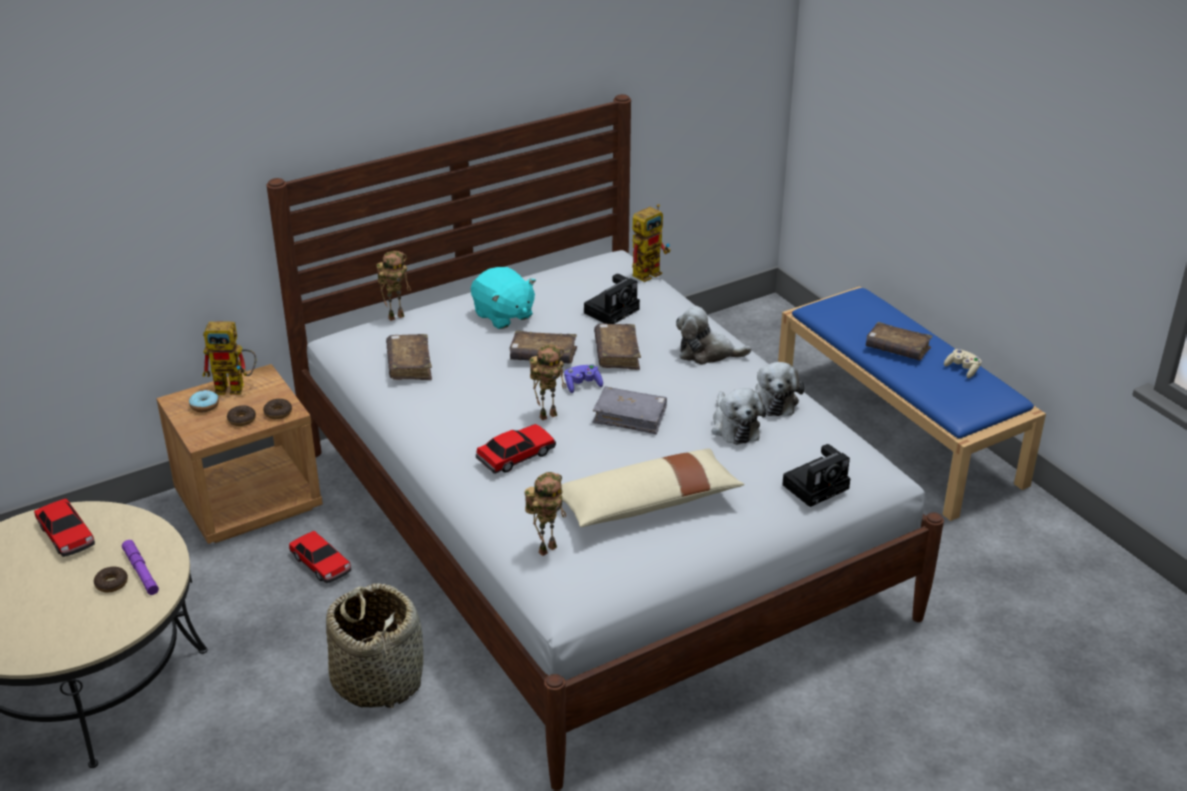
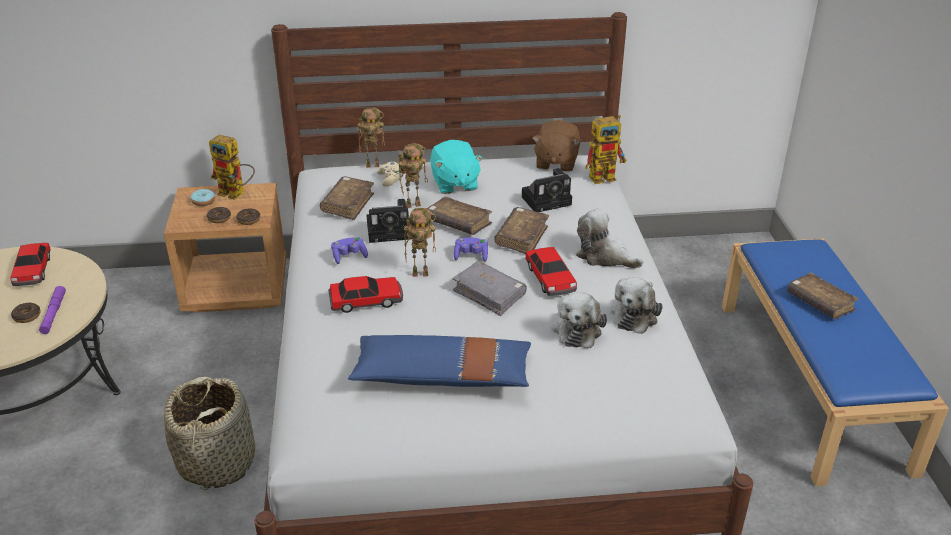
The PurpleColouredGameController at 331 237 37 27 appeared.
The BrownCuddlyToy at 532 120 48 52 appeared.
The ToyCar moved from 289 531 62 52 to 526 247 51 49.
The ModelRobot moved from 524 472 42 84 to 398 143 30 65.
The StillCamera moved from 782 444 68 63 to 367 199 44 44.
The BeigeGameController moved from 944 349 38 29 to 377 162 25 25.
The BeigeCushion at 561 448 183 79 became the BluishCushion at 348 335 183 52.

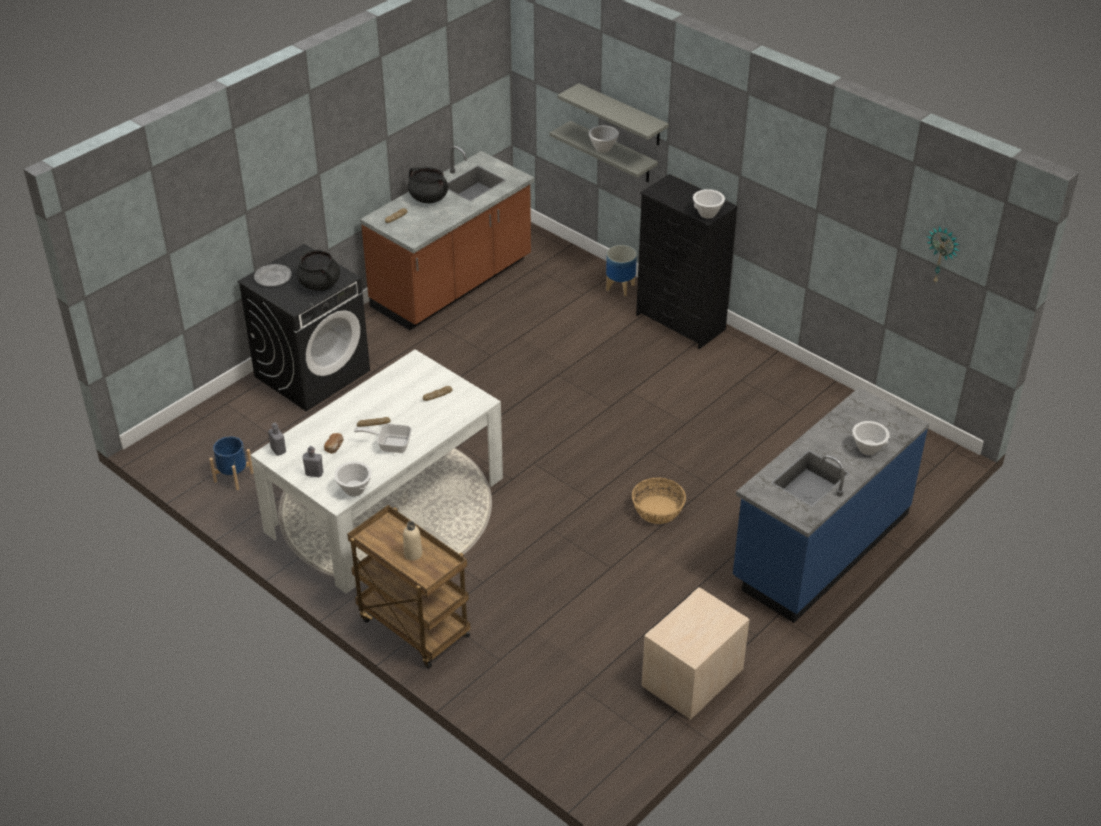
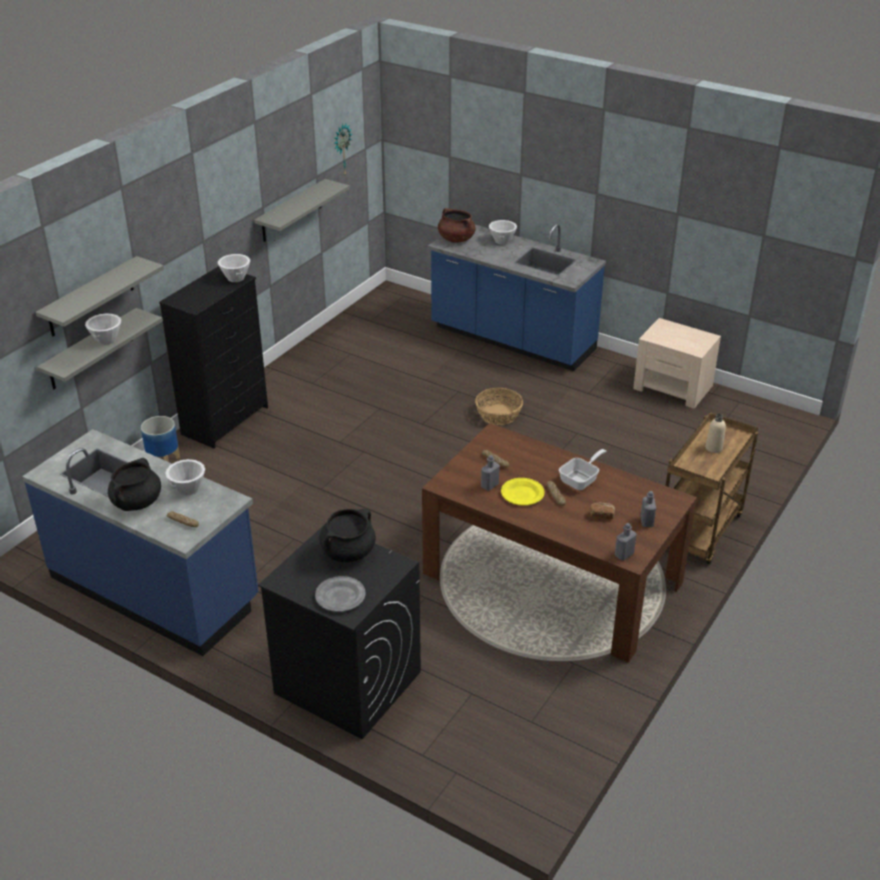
The BluishPlanter at 210 436 43 54 disappeared.
The GreyShelf at 254 179 96 63 appeared.
The BrownStockpot at 438 208 37 35 appeared.
The GreyDrinkBottle at 481 455 19 36 appeared.
The YellowishPlate at 501 478 44 27 appeared.
The WhitishServingBowl moved from 334 461 38 35 to 165 459 40 36.
The WhitishDinnerTable at 251 349 252 245 became the BrownDinnerTable at 422 423 275 240.
The BrownKitchenCounter at 360 146 174 184 became the BluishKitchenCounter at 22 429 237 227.
The FryingPan at 354 424 58 29 turned 135 degrees counterclockwise.

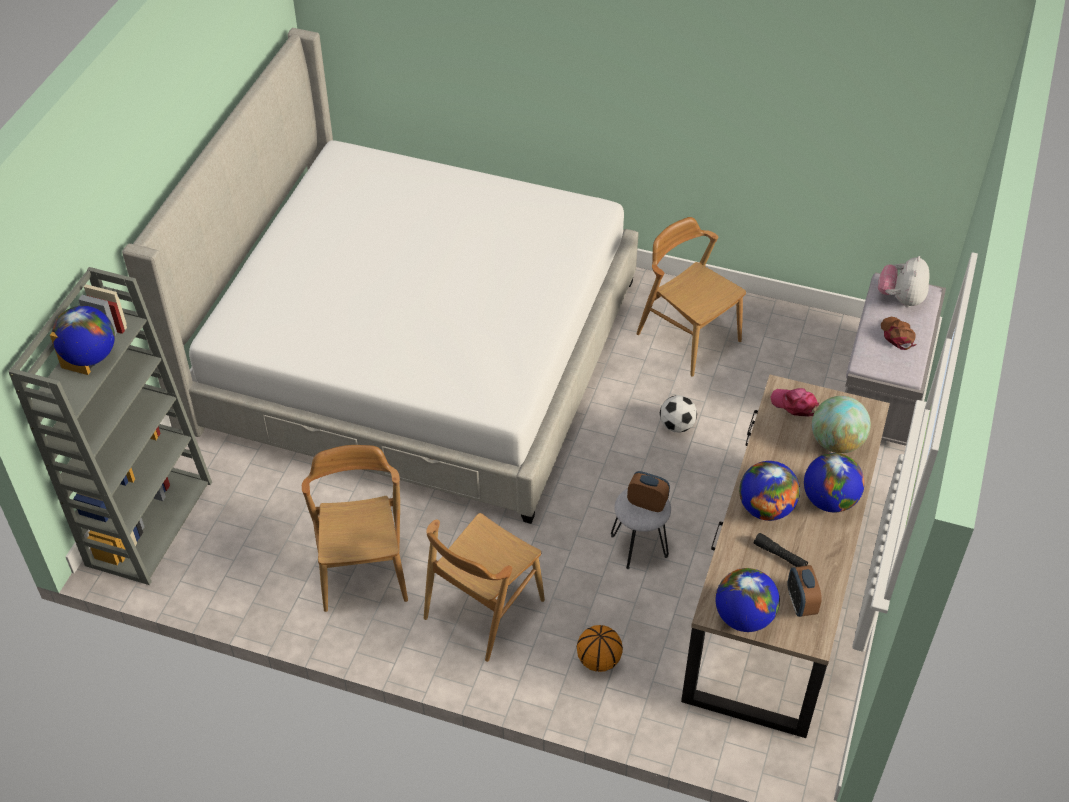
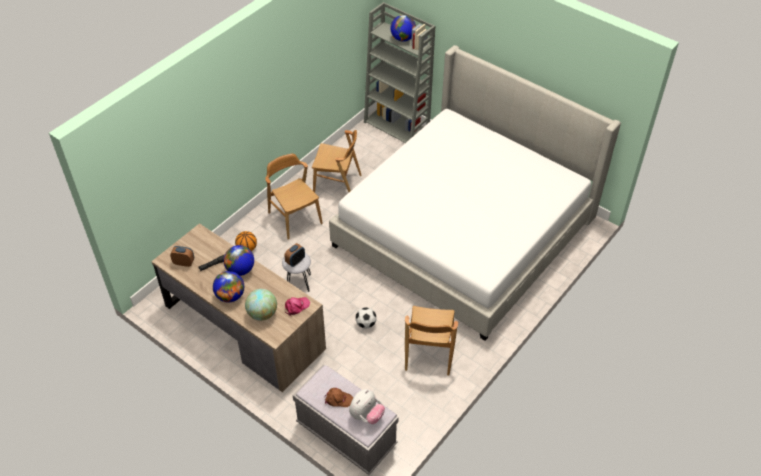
The Globe at 716 568 64 64 disappeared.
The BrownPlainChair at 636 217 110 160 turned 120 degrees clockwise.
The CuddlyToy at 878 256 51 51 turned 90 degrees clockwise.

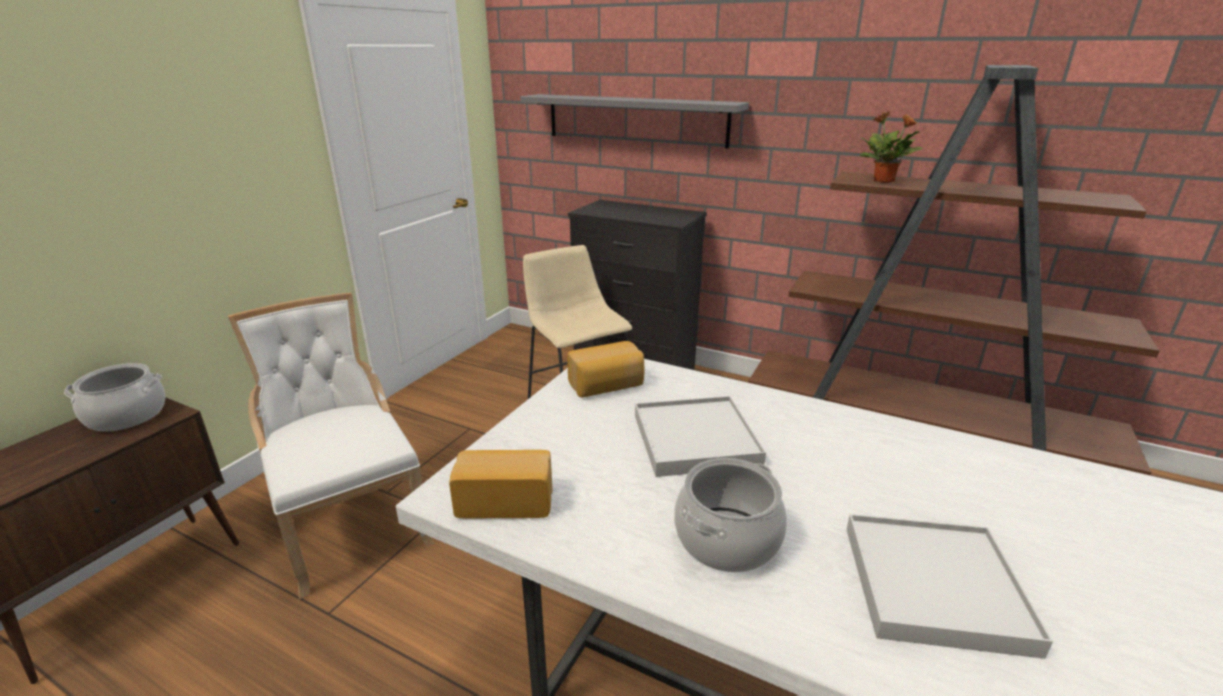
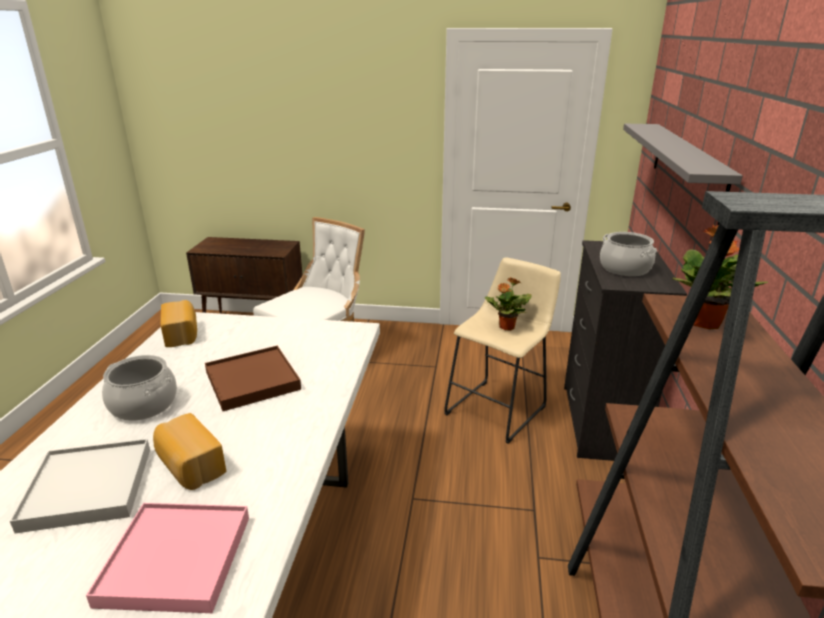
The PinkServingTray at 86 503 163 110 appeared.
The PlantInAPot at 485 277 47 54 appeared.
The Stockpot moved from 64 363 101 69 to 600 232 57 44.
The BakedBread moved from 567 341 77 56 to 153 413 73 77.
The WhitishServingTray at 635 396 131 81 became the BrownServingTray at 205 346 96 65.

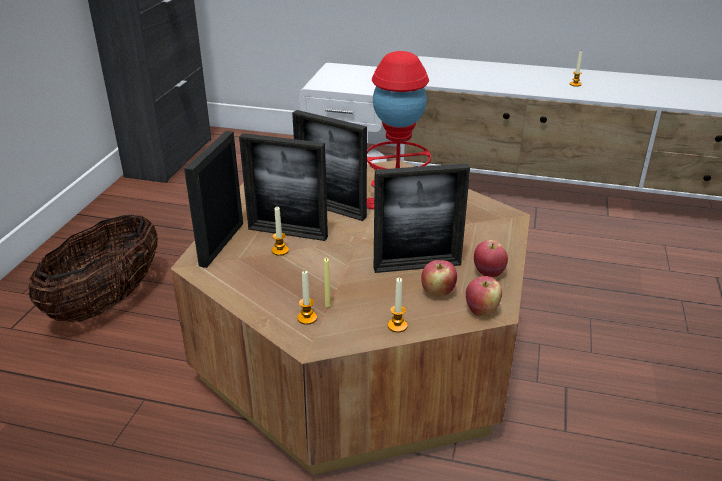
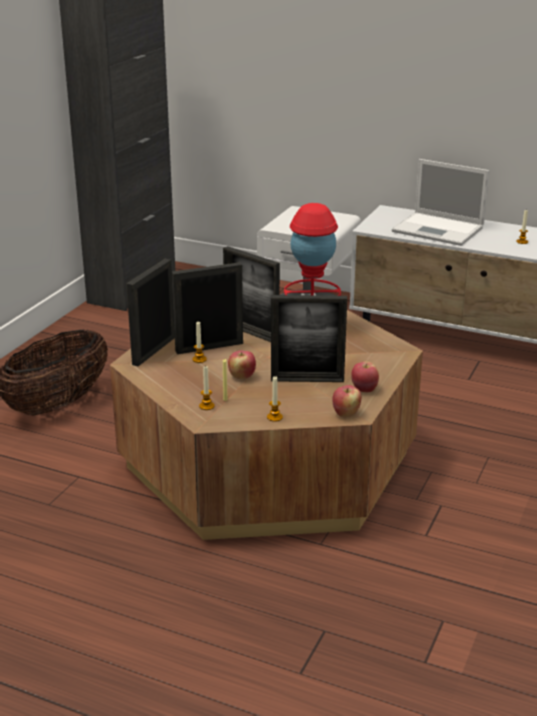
The PortableComputer at 392 159 98 87 appeared.
The Apple moved from 421 260 36 37 to 228 350 28 29.
The PhotoFrame at 239 133 89 108 turned 135 degrees clockwise.

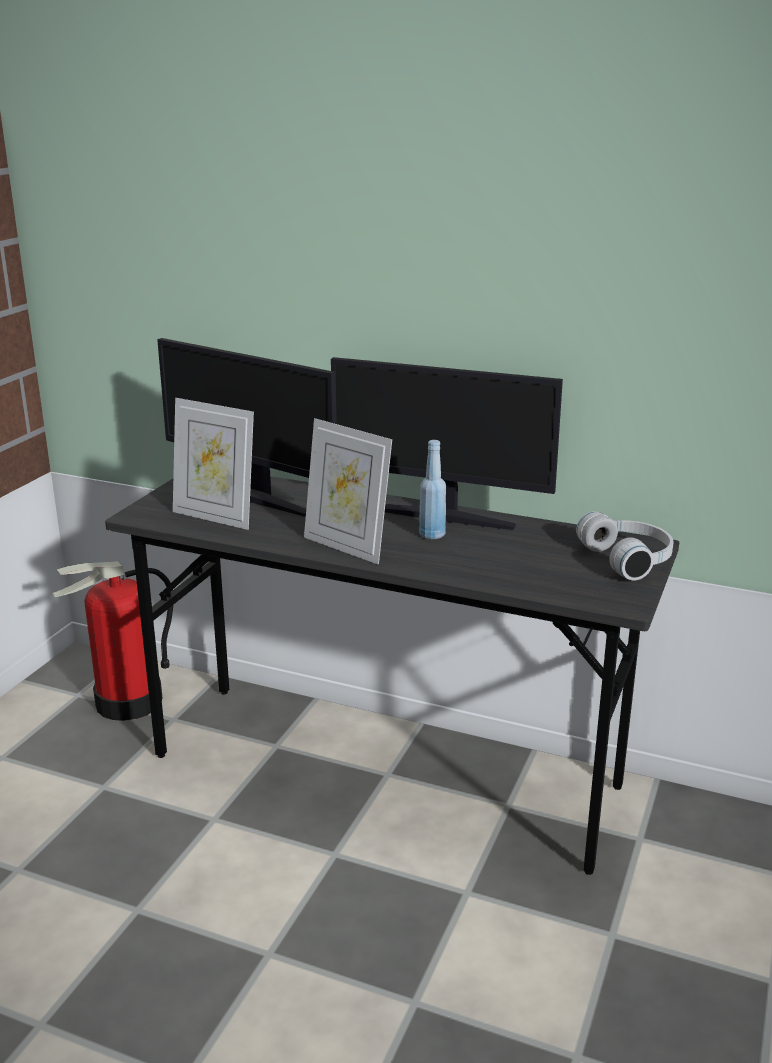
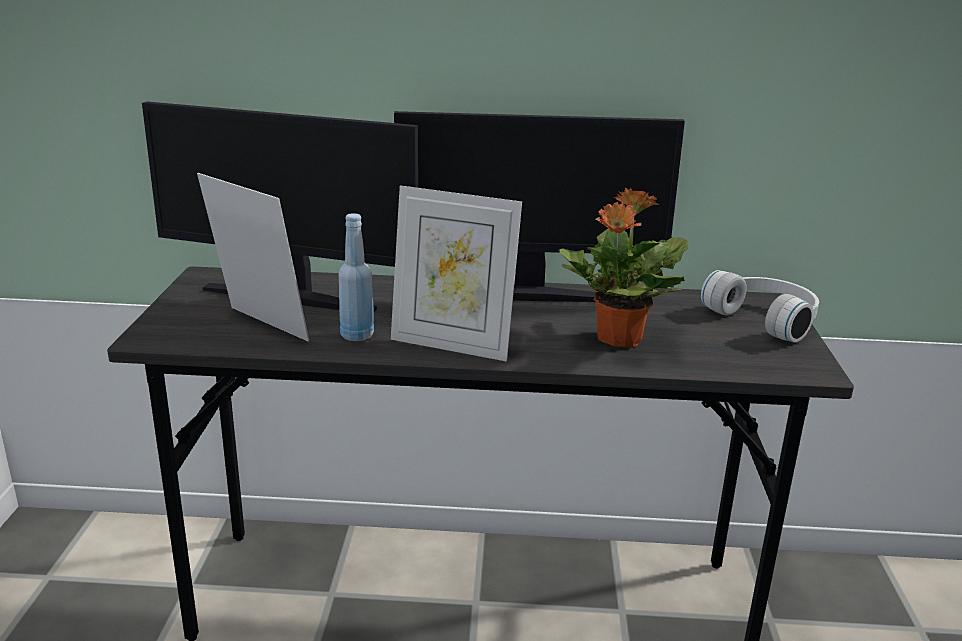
The FireFightingCylinder at 52 561 121 160 disappeared.
The PlantInAPot at 558 187 130 161 appeared.
The BluishDrinkBottle moved from 419 440 27 99 to 338 213 36 128.
The PhotoFrame at 173 398 81 132 turned 150 degrees counterclockwise.

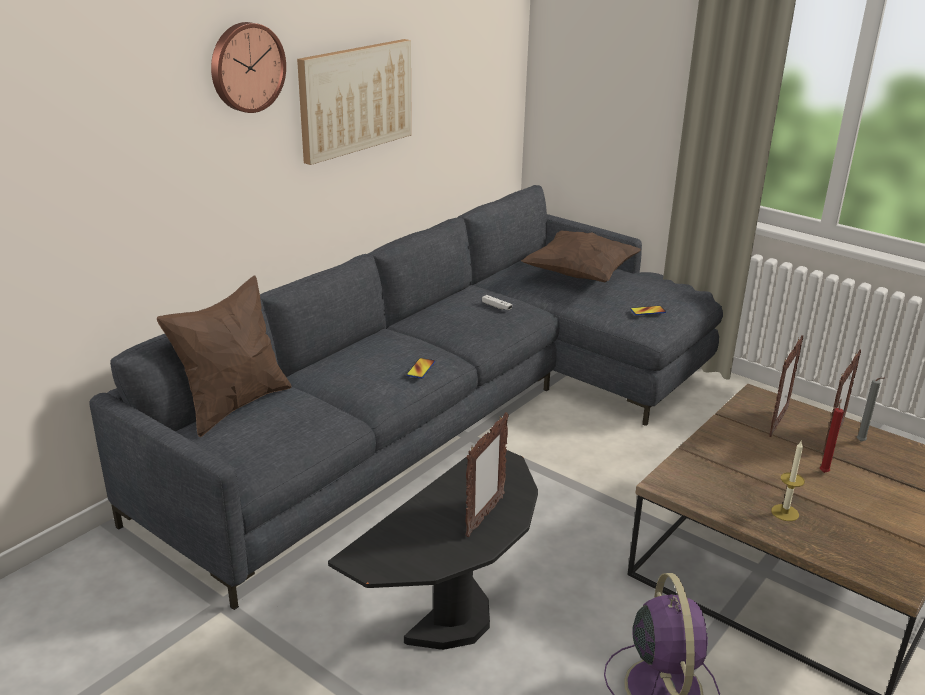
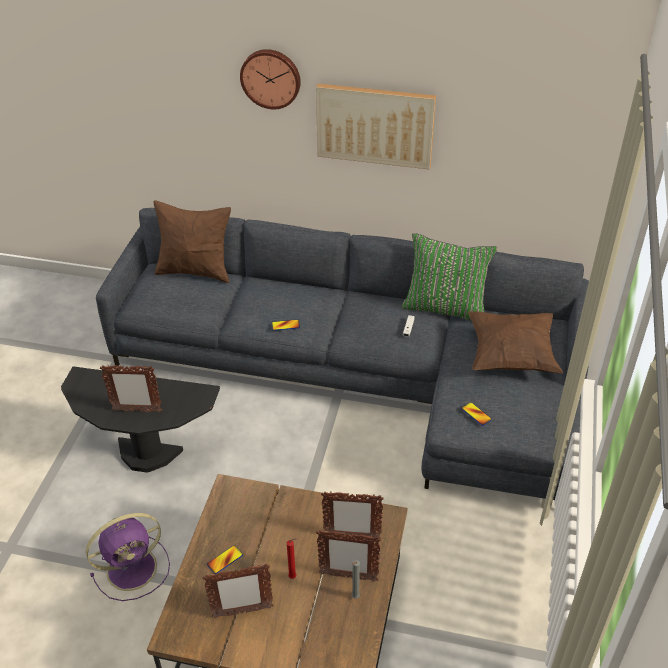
The PhotoFrame at 203 564 70 54 appeared.
The GreenColouredCushion at 402 233 96 87 appeared.
The WaxCandle at 771 441 34 80 was replaced by the Phone at 207 545 36 29.

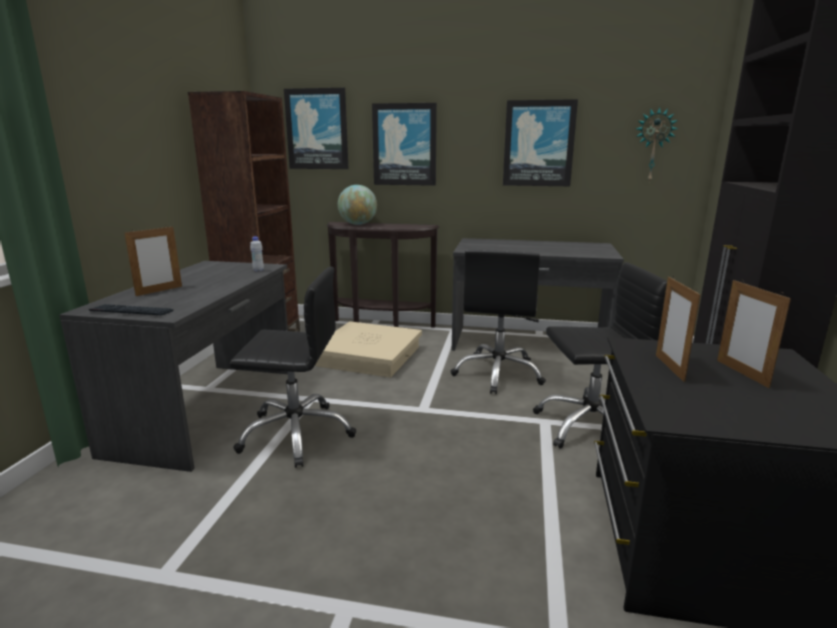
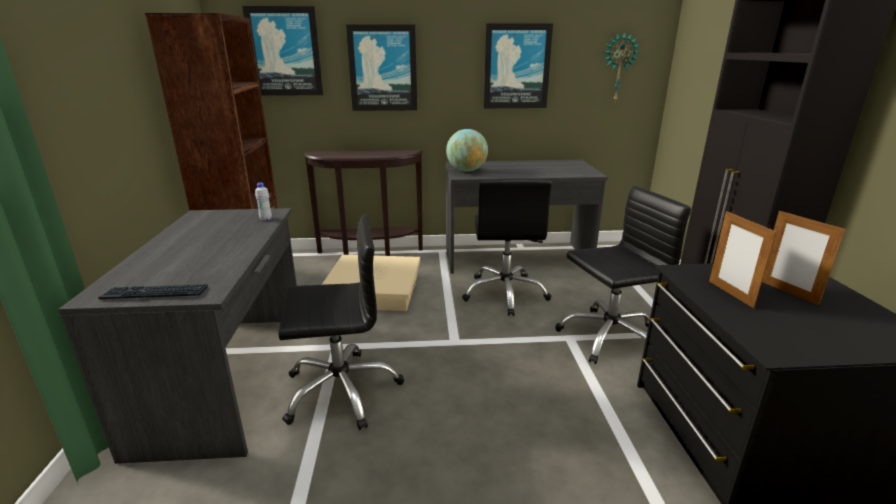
The PhotoFrame at 124 225 58 71 disappeared.
The Globe moved from 338 185 39 40 to 446 129 42 43.

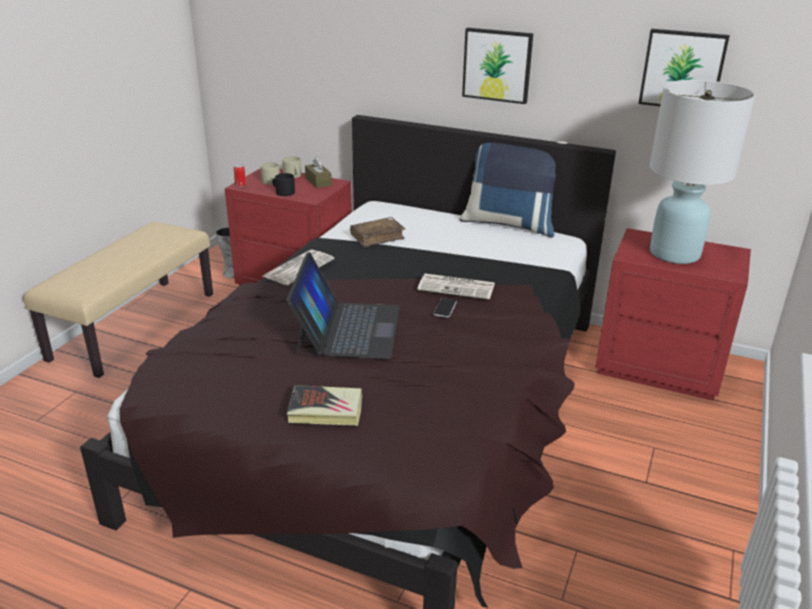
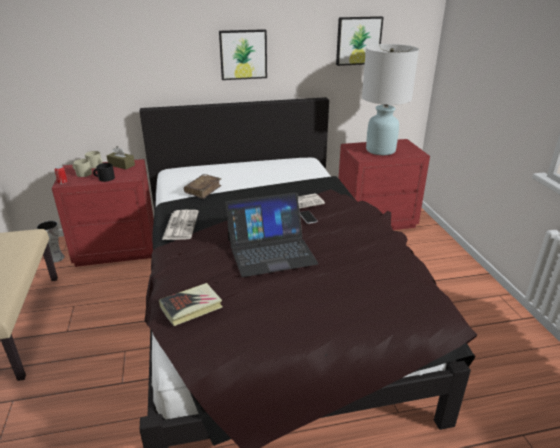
The BluishCushion at 460 141 107 96 disappeared.
The Book moved from 287 385 75 41 to 159 283 64 43.
The PortableComputer at 286 252 114 107 turned 105 degrees clockwise.

